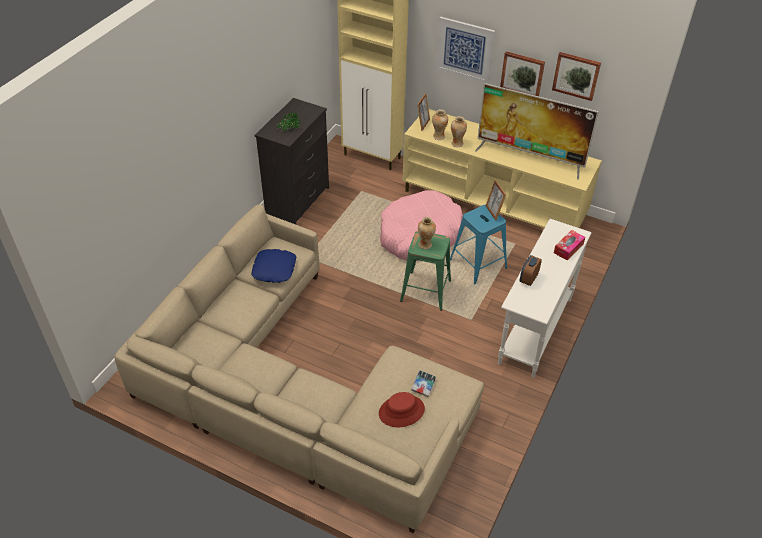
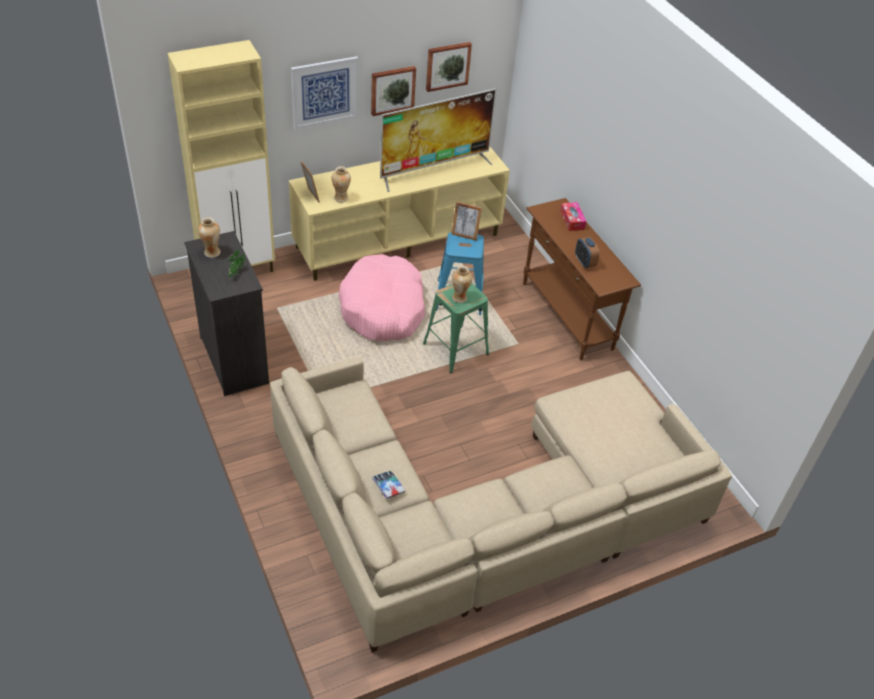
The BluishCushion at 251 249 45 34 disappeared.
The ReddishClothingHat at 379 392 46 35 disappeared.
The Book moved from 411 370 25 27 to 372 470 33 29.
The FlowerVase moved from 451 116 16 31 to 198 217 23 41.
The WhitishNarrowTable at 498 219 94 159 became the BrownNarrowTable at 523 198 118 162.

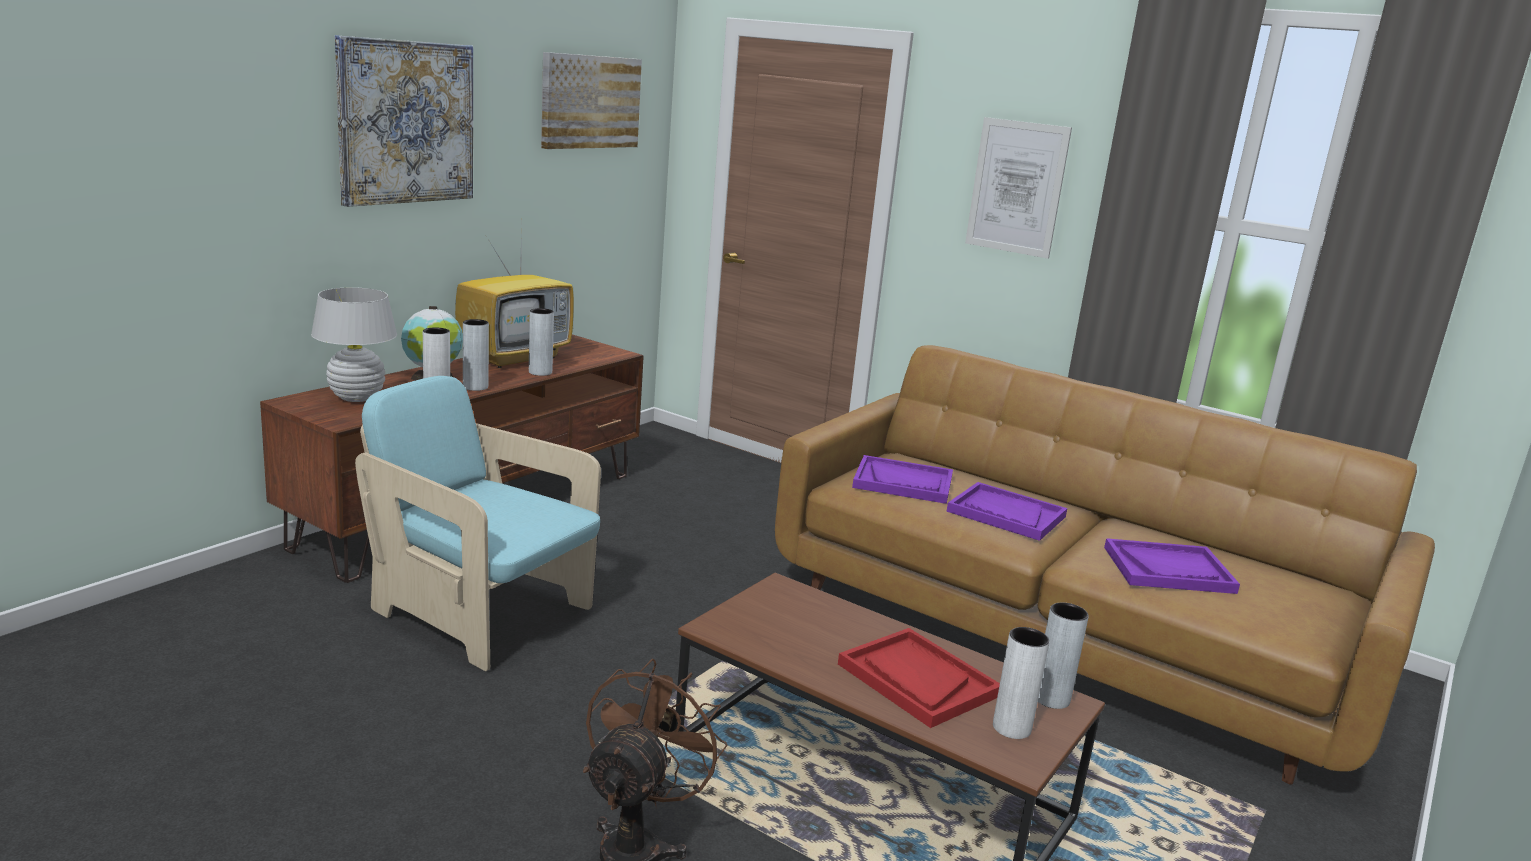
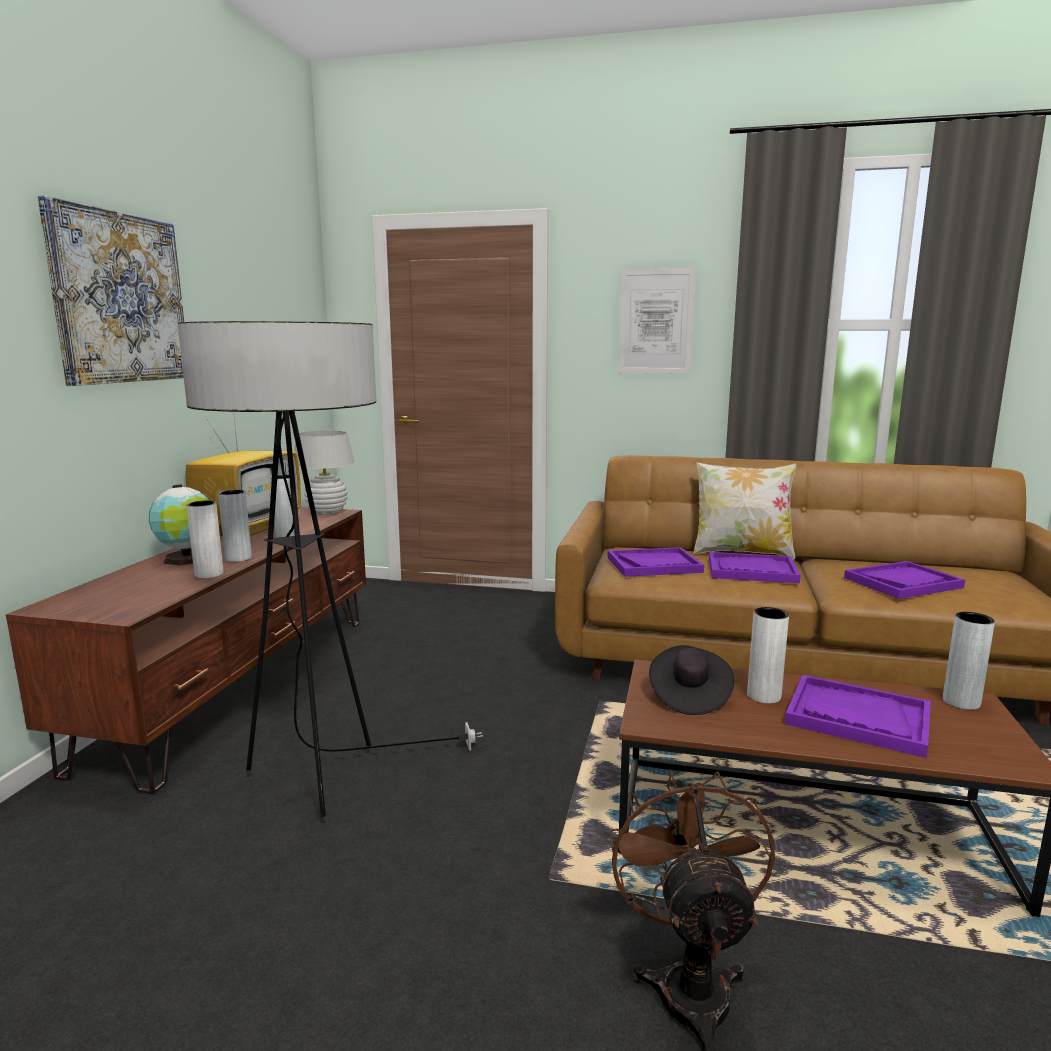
The Picture at 541 52 101 97 disappeared.
The BlackColouredClothingHat at 649 645 85 70 appeared.
The Cushion at 693 462 104 98 appeared.
The WhitishLampForATable moved from 311 287 86 115 to 294 430 61 85.
The WhitishFlowerVase moved from 993 627 57 112 to 747 607 42 96.
The TurquoiseEasyChair at 355 376 246 295 was replaced by the StandardLamp at 178 321 305 496.
The ReddishServingTray at 838 628 162 100 became the PurpleColouredServingTray at 785 675 146 83.

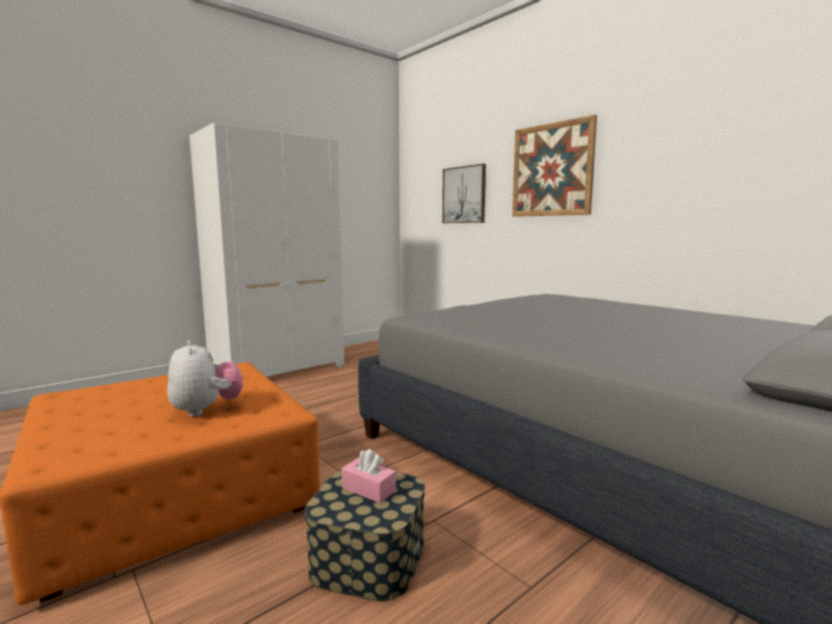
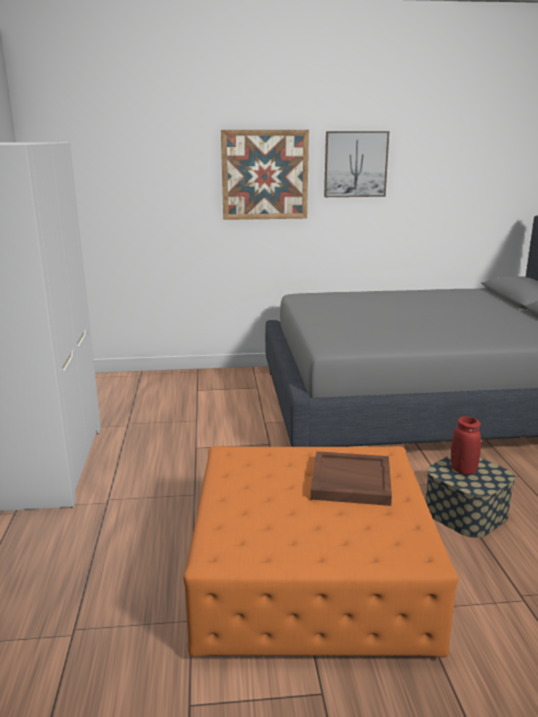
The Picture moved from 442 164 44 59 to 324 131 65 66.
The CuddlyToy at 167 340 76 77 was replaced by the BrownServingTray at 310 451 82 55.
The PinkTissueHolder at 341 449 55 54 was replaced by the ReddishFlowerVase at 451 416 30 59.

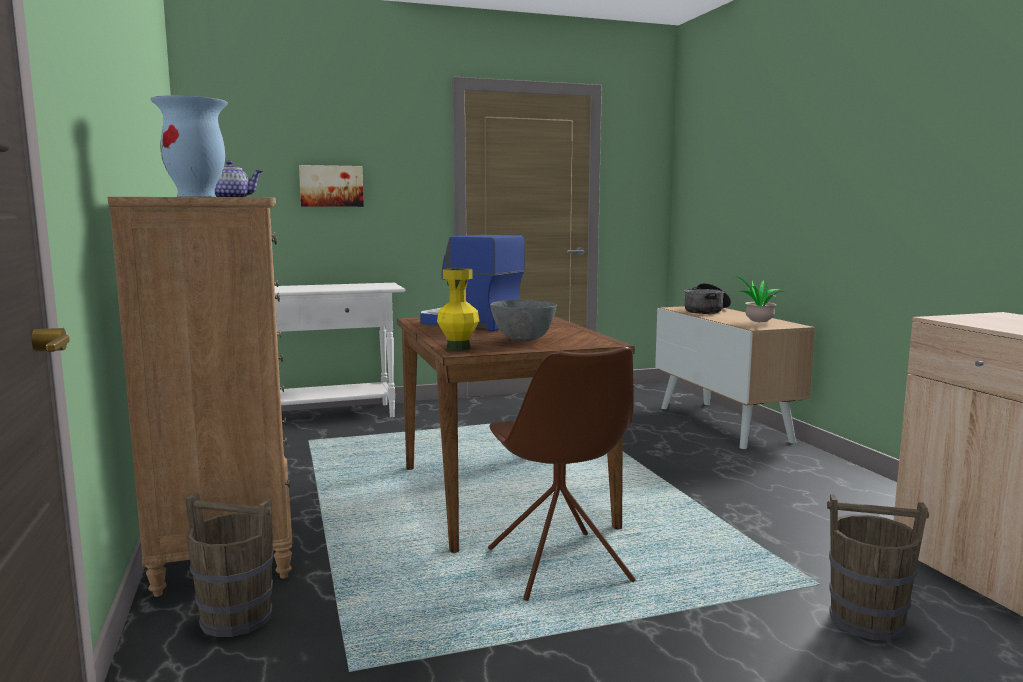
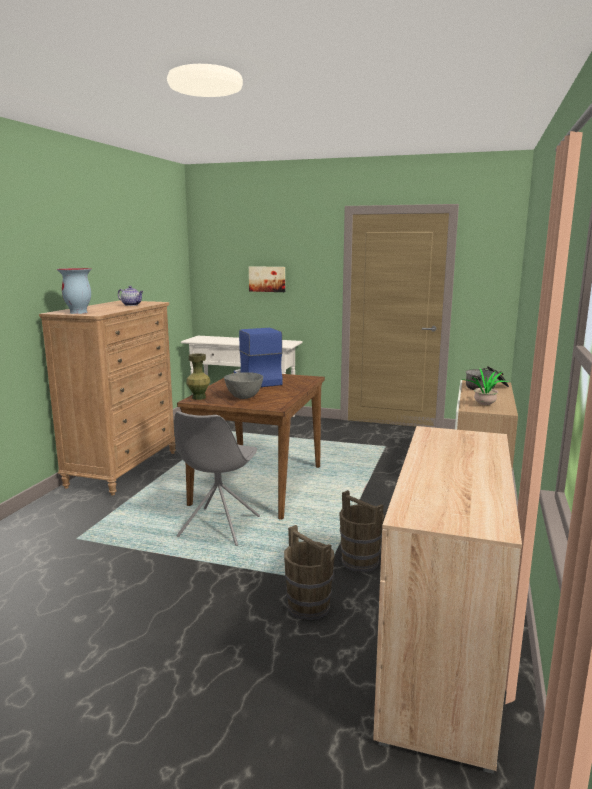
The BrownBucket moved from 185 493 89 144 to 339 490 45 82.
The YellowishFlowerVase at 437 268 42 83 became the GreenColouredFlowerVase at 186 353 24 47.
The BrownPlainChair at 488 347 148 254 became the GreyPlainChair at 175 411 85 135.

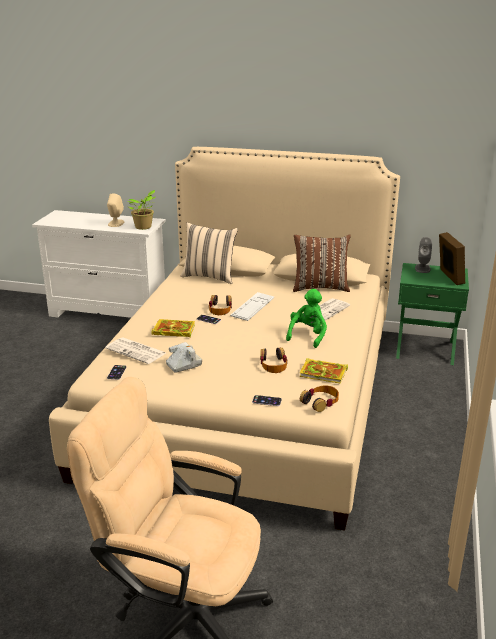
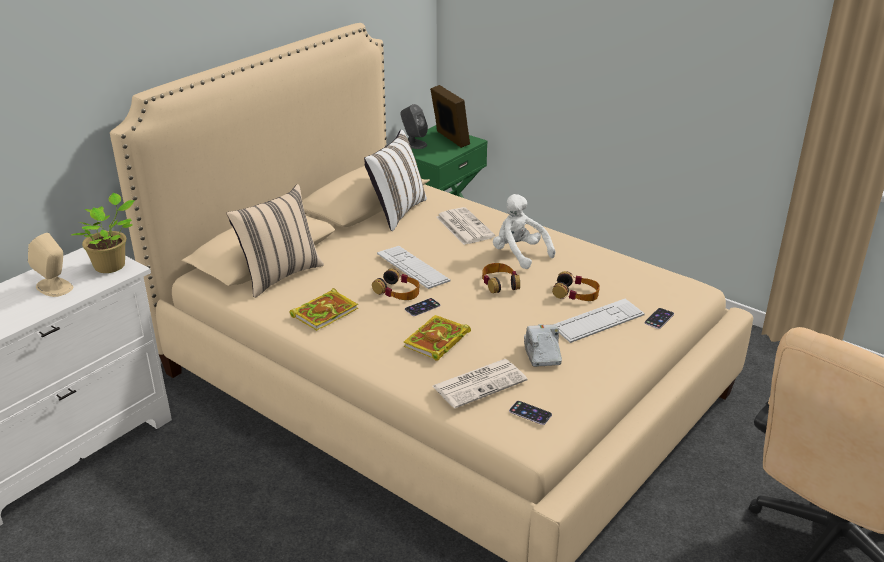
The Keyboard at 555 299 90 44 appeared.
The Book moved from 299 358 49 26 to 289 288 69 43.
The Headphones moved from 300 385 39 27 to 482 263 38 30.
The GreenColouredCuddlyToy at 286 289 41 59 became the WhitishCuddlyToy at 493 194 62 75.
The BrownCushion at 293 234 58 58 became the WhitishCushion at 364 130 63 101.
The PhotoFrame at 439 232 26 53 turned 45 degrees clockwise.

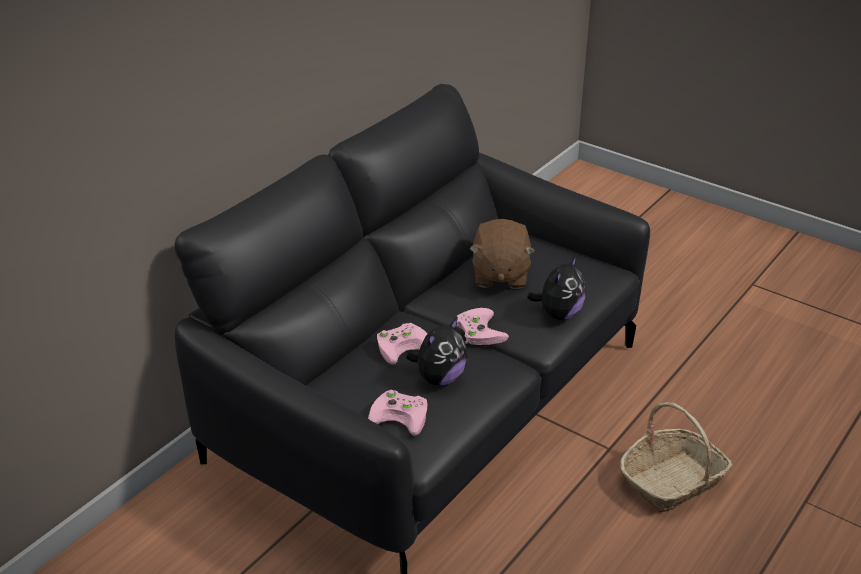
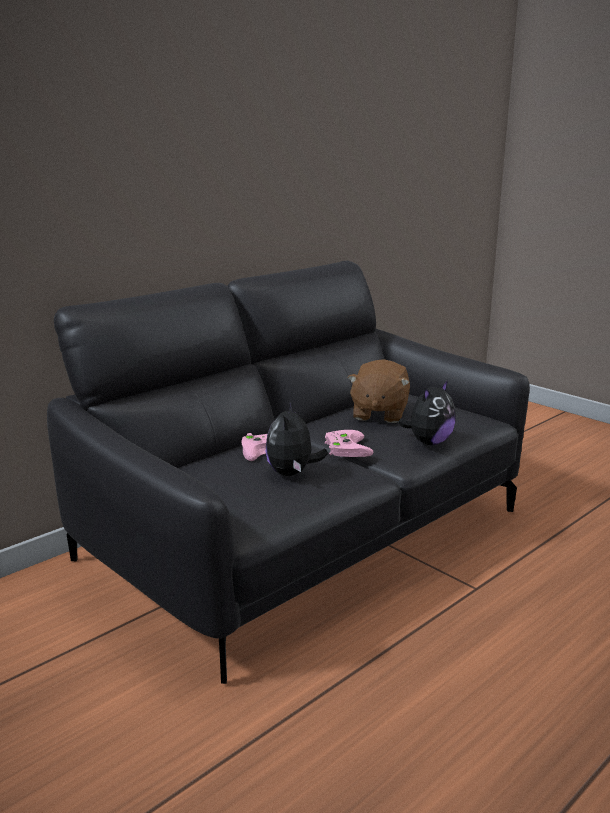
The PinkGameController at 368 390 59 46 disappeared.
The HouseholdBasket at 620 402 113 111 disappeared.
The CuddlyToy at 406 317 61 69 turned 135 degrees clockwise.

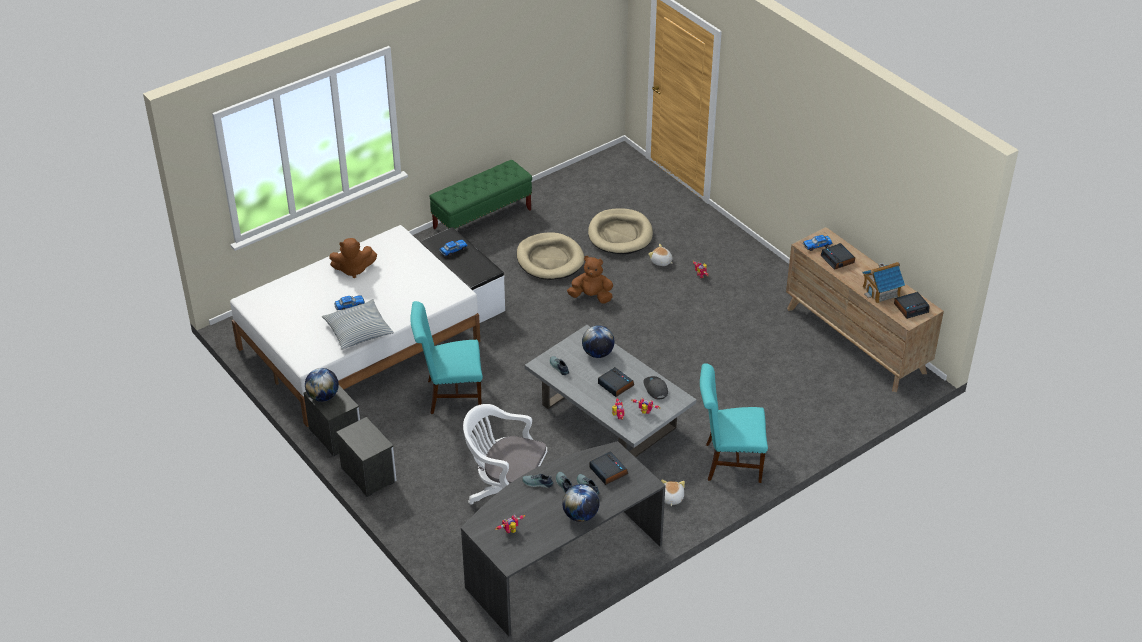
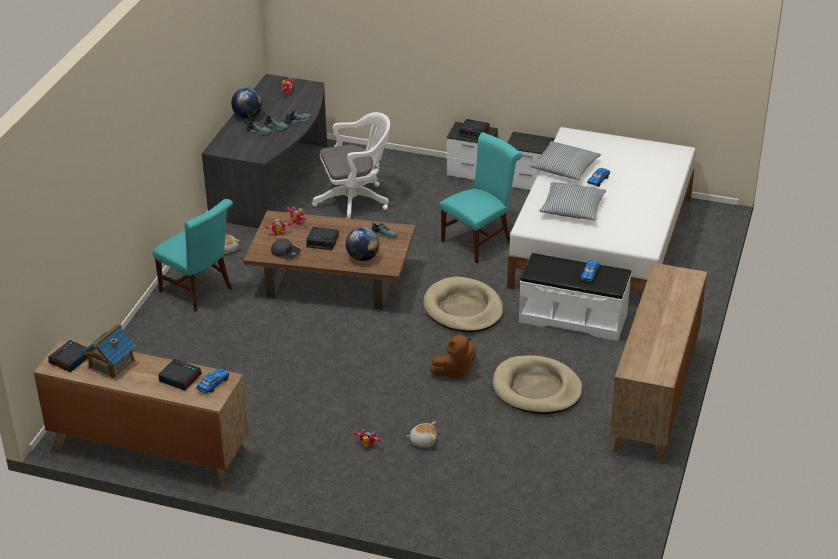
The Globe at 305 368 34 34 disappeared.
The BrownCuddlyToy at 329 238 48 40 disappeared.
The Cushion at 539 182 68 38 appeared.
The BeigePetBed moved from 588 208 65 46 to 423 276 80 56.
The AlarmClock moved from 589 451 39 34 to 459 119 30 21.
The GreenColouredIndoorBench at 429 160 103 69 was replaced by the BrownDresser at 610 263 97 200.
The GreyLoungeTable at 525 325 171 133 became the BrownLoungeTable at 243 210 173 100.
The TurquoisePlainChair at 700 363 68 120 turned 75 degrees clockwise.

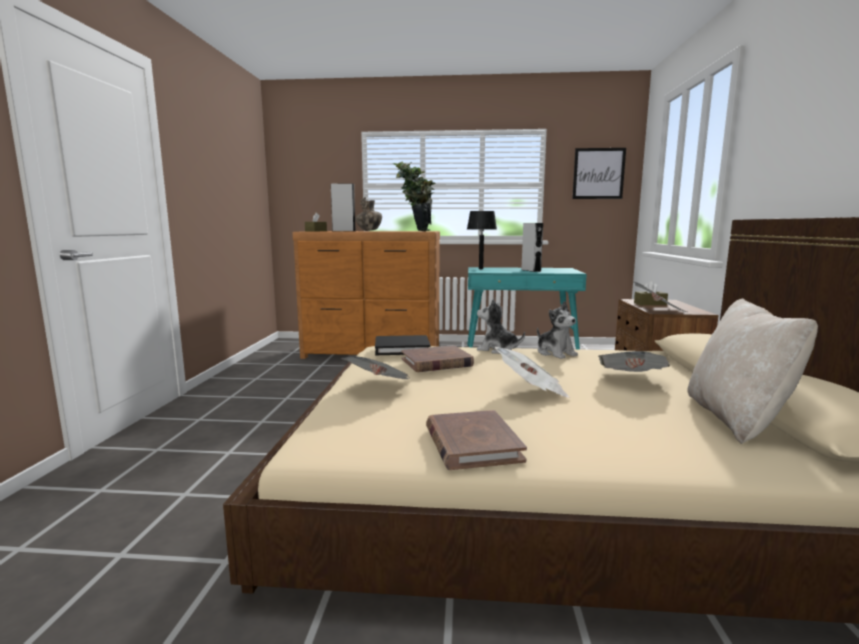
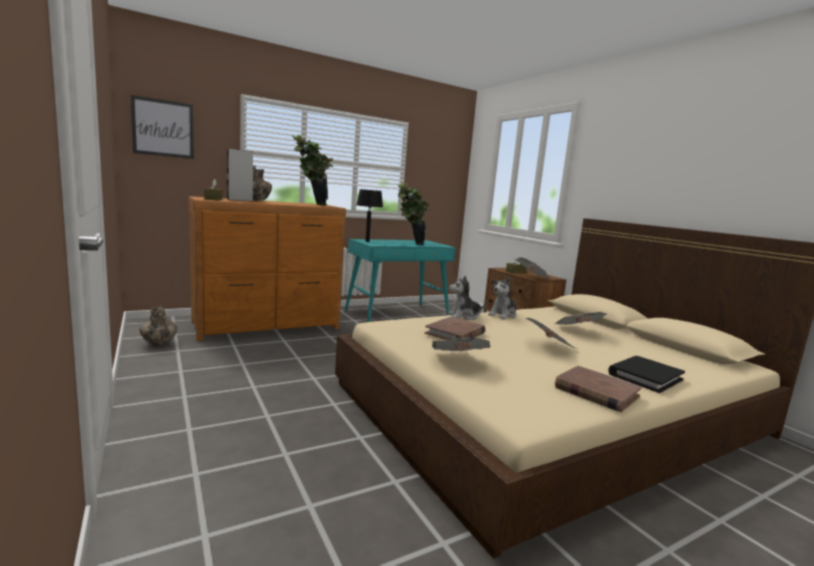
The BeigeCushion at 688 298 130 146 disappeared.
The FlowerVase at 139 306 38 40 appeared.
The BlackColouredBook moved from 375 335 56 20 to 608 356 77 37.
The Picture moved from 572 148 54 51 to 131 95 63 64.
The GreyAudioSpeaker at 521 223 22 49 was replaced by the PlantInAPot at 397 183 35 62.
The CuddlyToy at 537 301 41 58 turned 105 degrees clockwise.

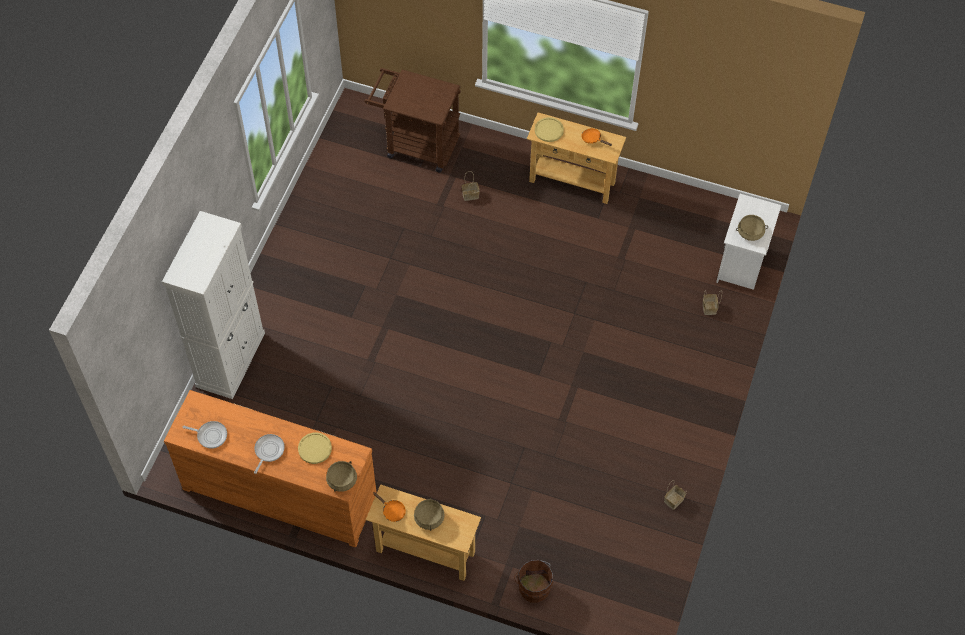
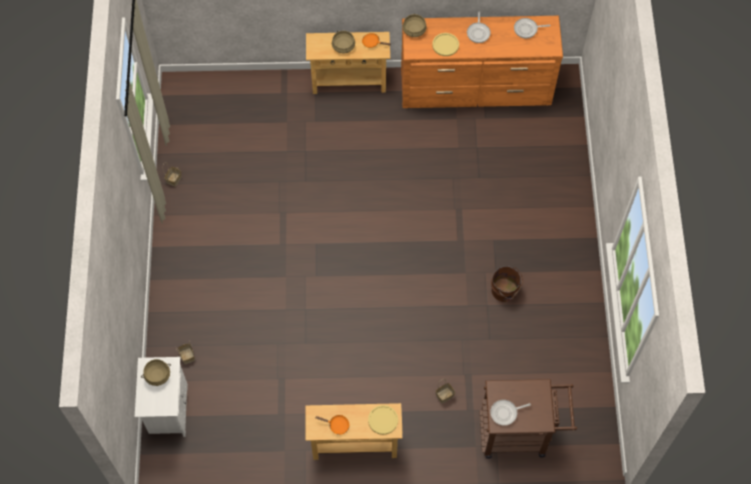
The WhitishCabinet at 162 211 103 188 disappeared.
The FryingPan at 490 400 41 26 appeared.
The BrownBucket moved from 514 560 39 43 to 491 266 32 36.

